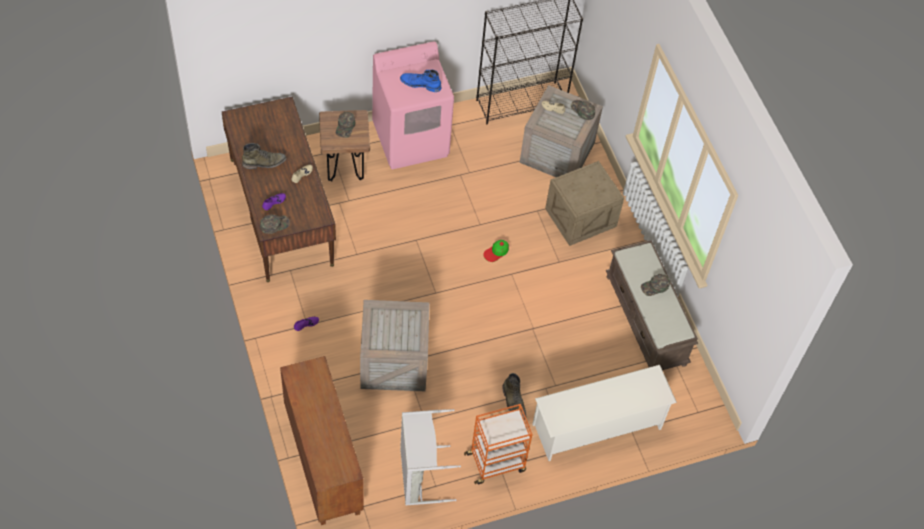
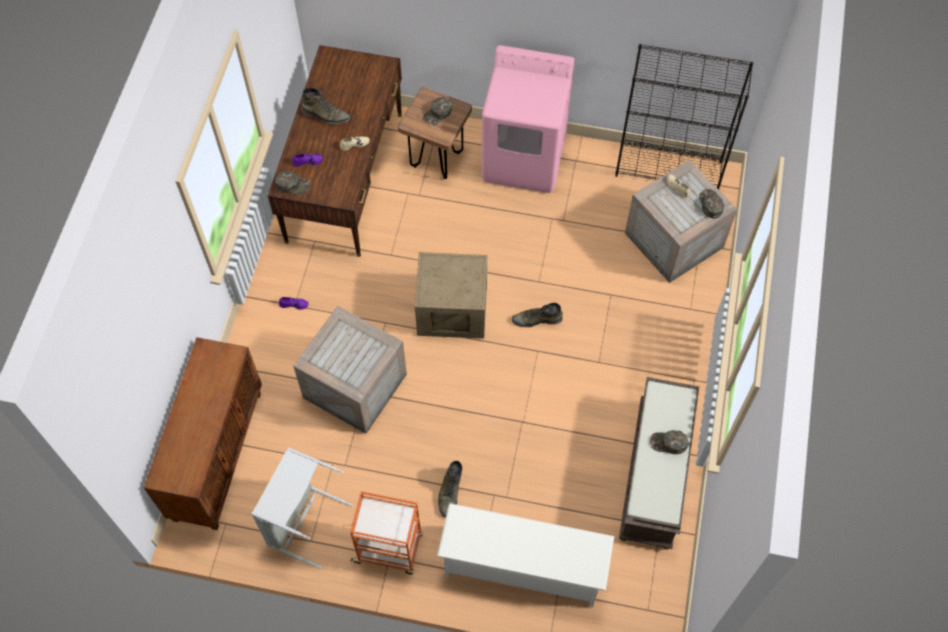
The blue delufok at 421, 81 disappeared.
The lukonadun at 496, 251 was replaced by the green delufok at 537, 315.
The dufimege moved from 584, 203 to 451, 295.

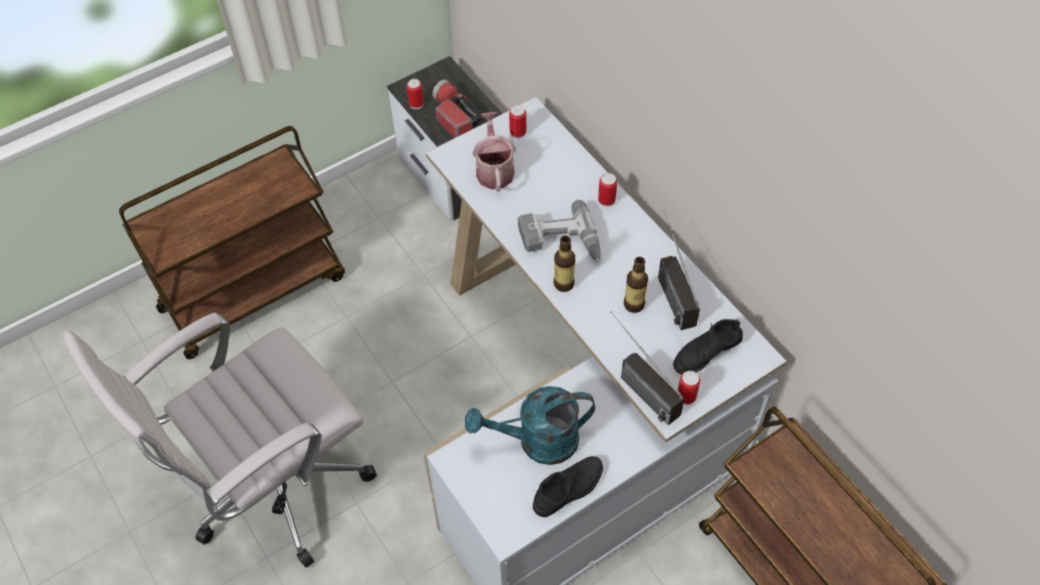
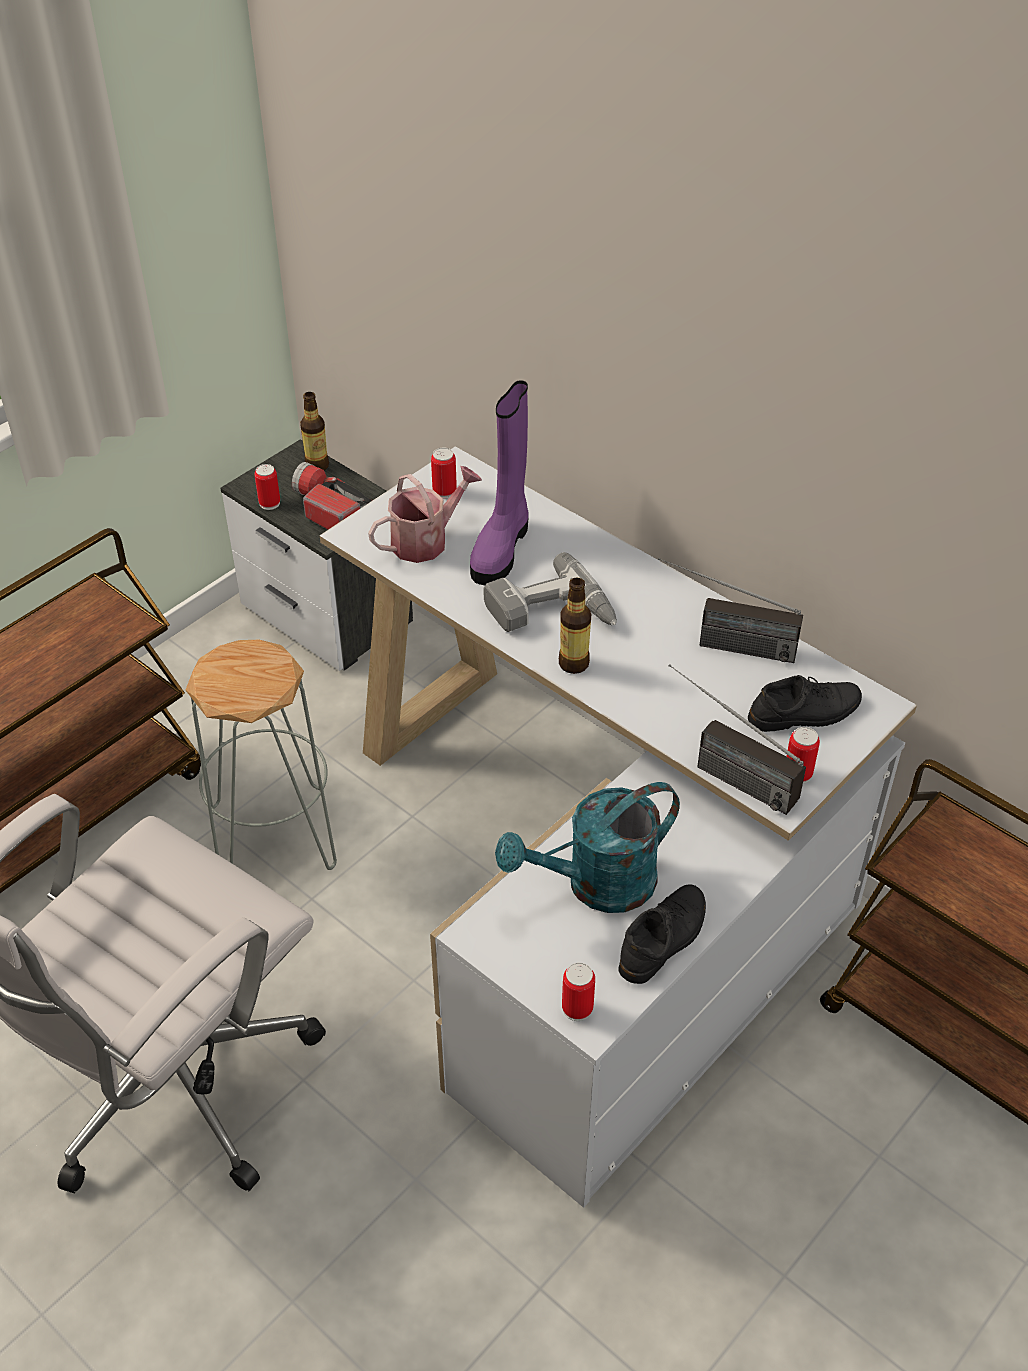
The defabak at 494, 151 turned 75 degrees clockwise.
The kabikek moved from 607, 190 to 578, 992.
The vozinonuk moved from 636, 285 to 314, 431.
The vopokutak at 679, 270 turned 45 degrees counterclockwise.
The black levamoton at 708, 346 turned 150 degrees counterclockwise.
The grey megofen at 261, 755 appeared.
The purple delufok at 499, 482 appeared.

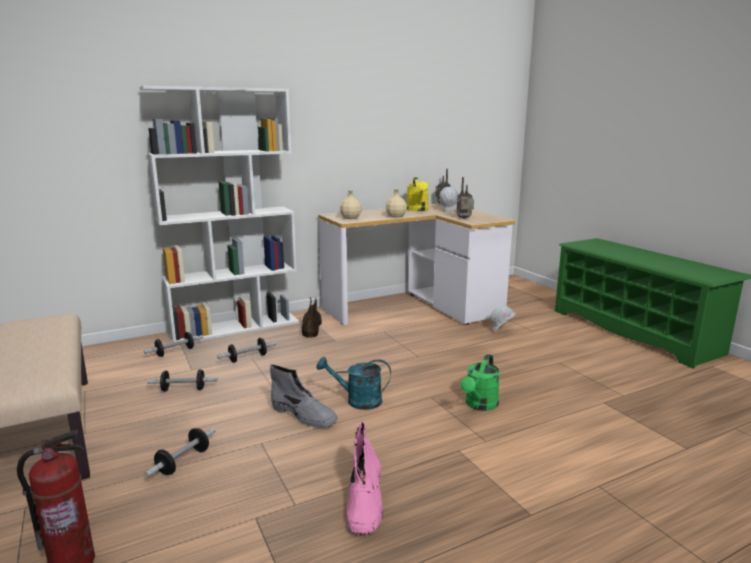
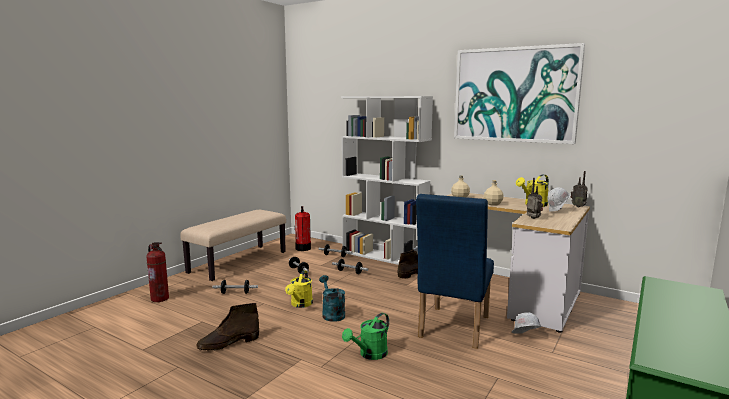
The grey delufok at 304, 396 was replaced by the yellow defabak at 299, 289.
The pink delufok at 365, 478 became the brown delufok at 227, 327.
The green defabak at 480, 382 turned 45 degrees counterclockwise.
The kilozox at 303, 228 appeared.
The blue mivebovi at 455, 271 appeared.
The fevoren at 519, 93 appeared.

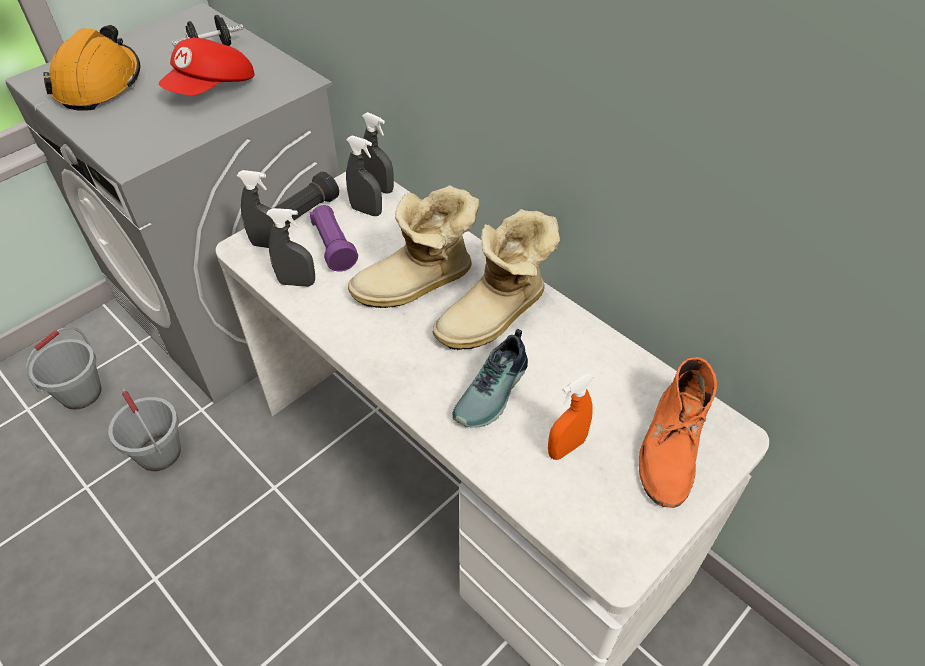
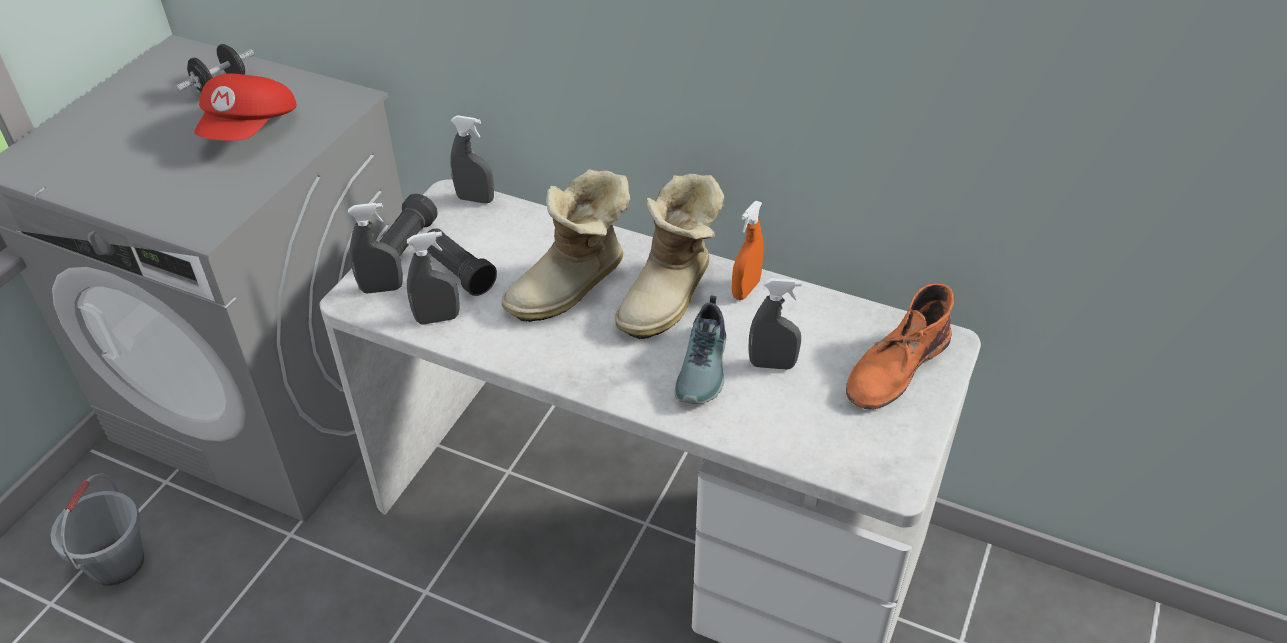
The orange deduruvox at 91, 68 disappeared.
The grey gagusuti at 144, 429 disappeared.
The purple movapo at 333, 238 became the black movapo at 462, 262.
The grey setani moved from 364, 175 to 774, 324.
The orange setani moved from 571, 416 to 748, 250.
The orange delufok at 678, 432 turned 45 degrees clockwise.

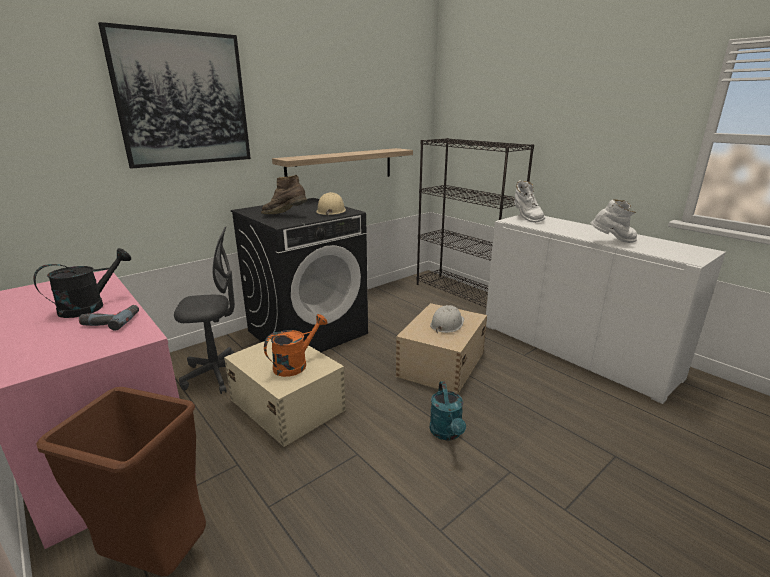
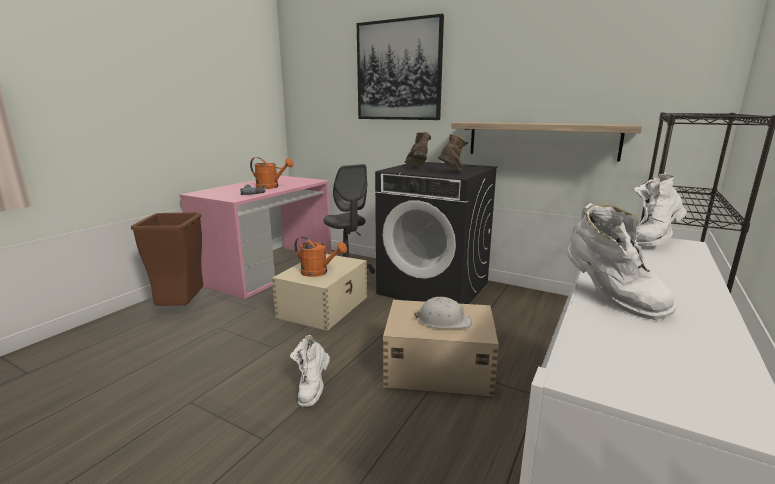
The black defabak at 82, 283 became the orange defabak at 271, 173.
The beige deduruvox at 331, 204 was replaced by the brown delufok at 453, 153.
The turquoise defabak at 447, 410 was replaced by the white delufok at 310, 371.

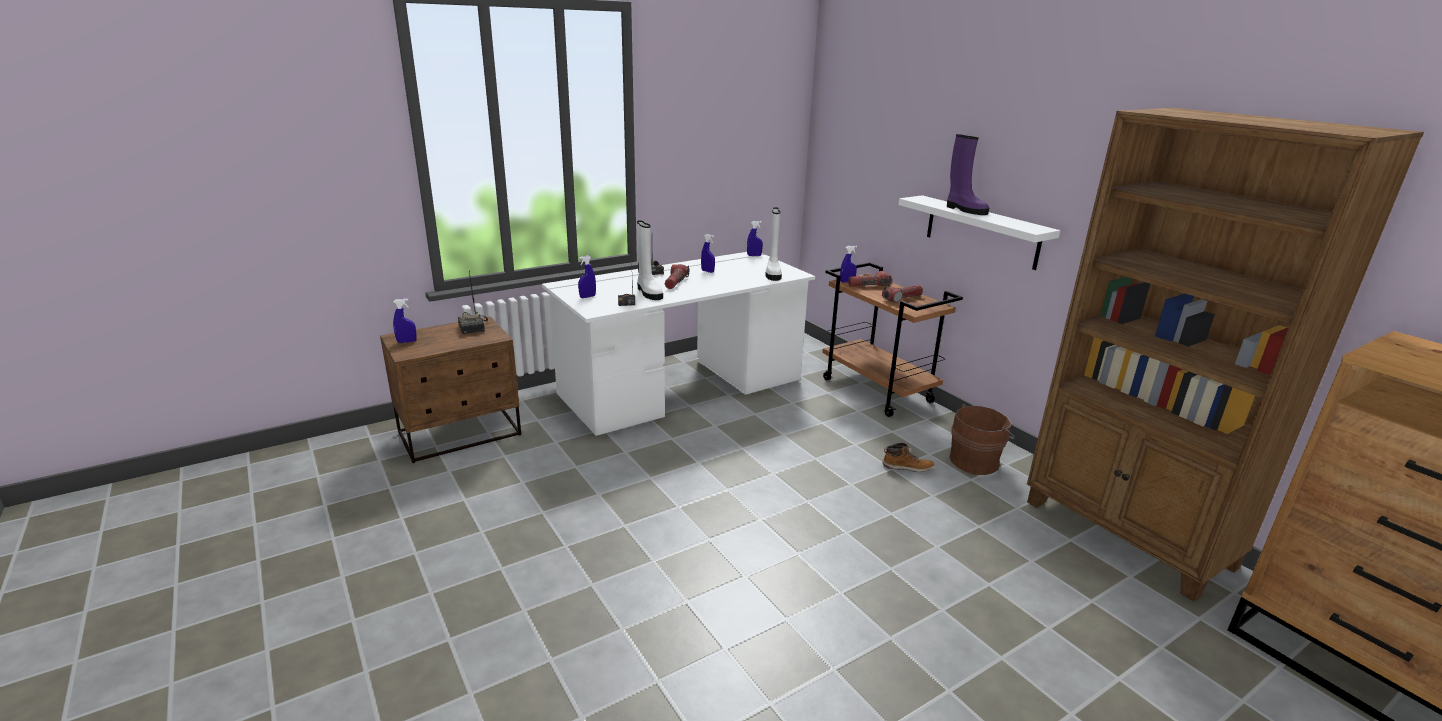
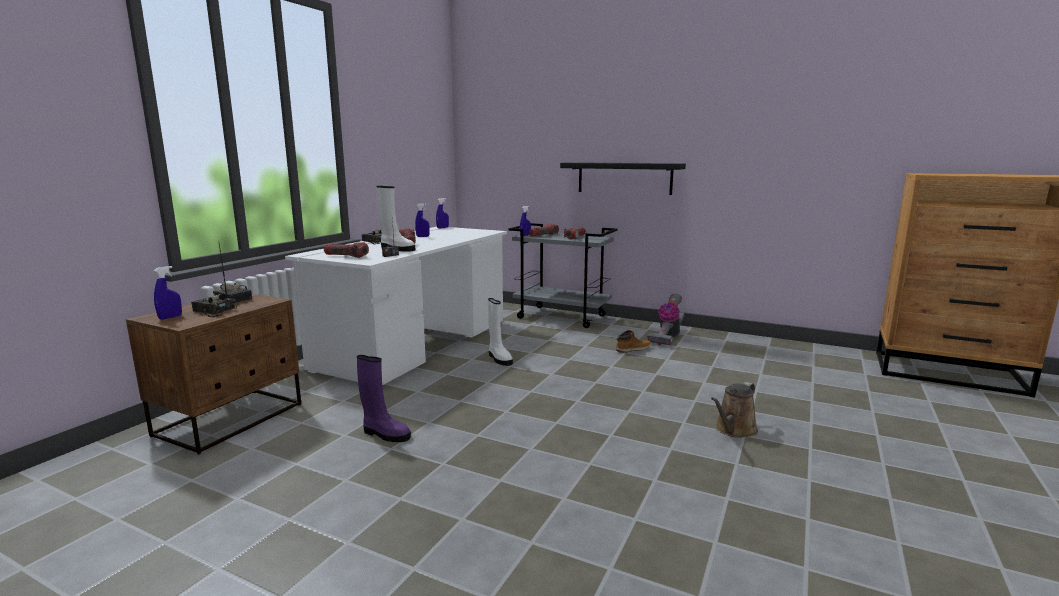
The blue setani at 587, 277 was replaced by the movapo at 346, 250.
The white delufok moved from 773, 244 to 500, 332.
The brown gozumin at 892, 339 became the grey gozumin at 563, 275.
The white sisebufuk at 979, 232 became the black sisebufuk at 623, 178.
The purple delufok moved from 968, 174 to 384, 398.
The brown gagusuti at 982, 439 was replaced by the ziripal at 666, 319.
The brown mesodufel at 1225, 354 disappeared.
The vopokutak at 214, 286 appeared.
The brown defabak at 734, 410 appeared.

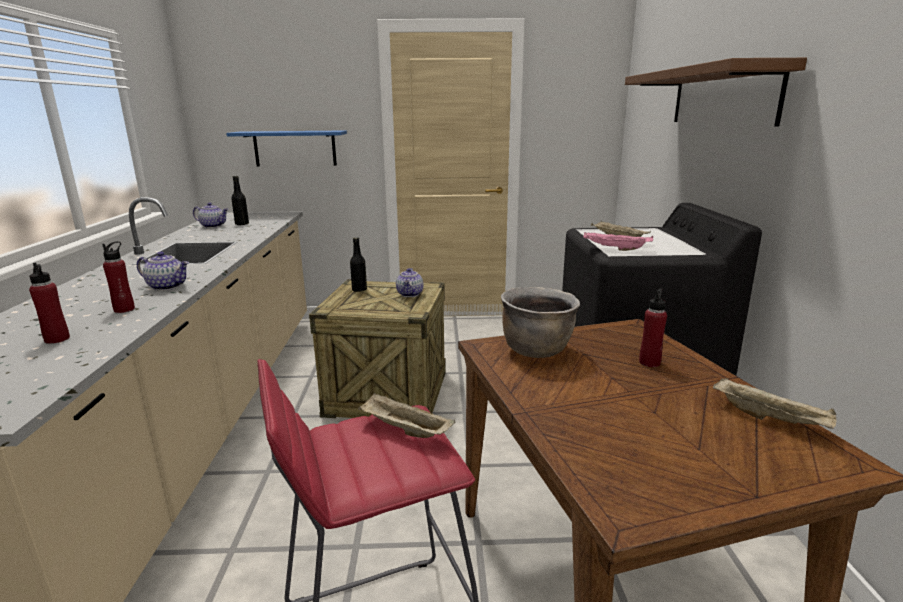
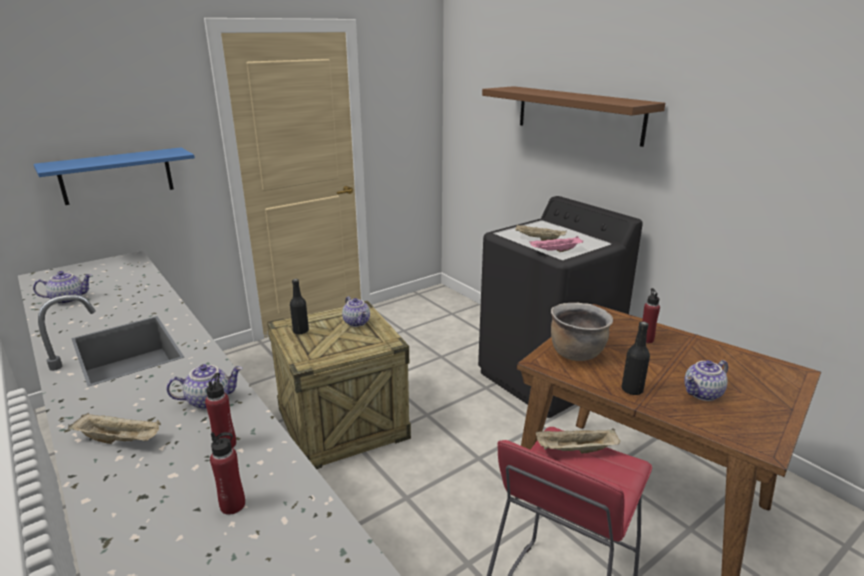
The black vozinonuk moved from 240, 200 to 636, 358.
The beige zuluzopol moved from 775, 403 to 114, 428.
The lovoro at 706, 380 appeared.

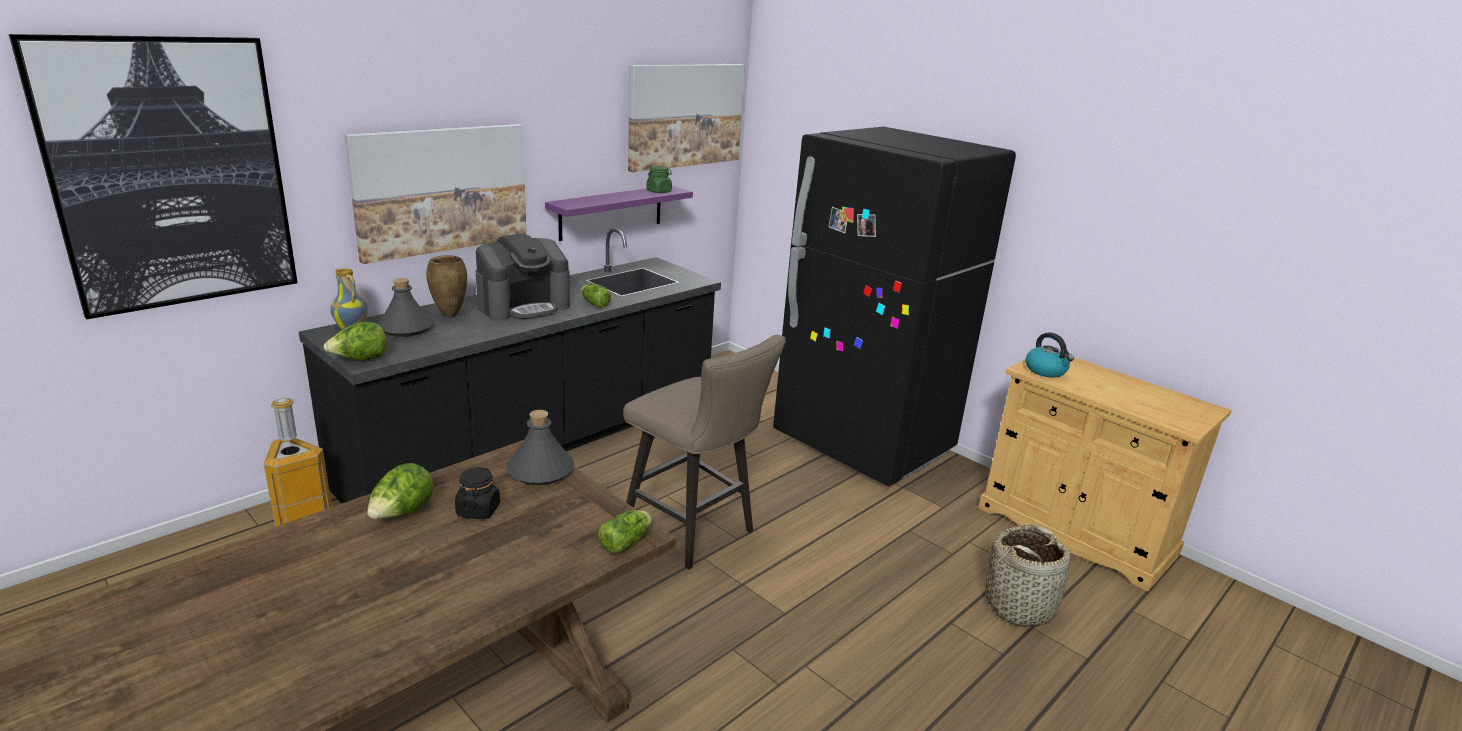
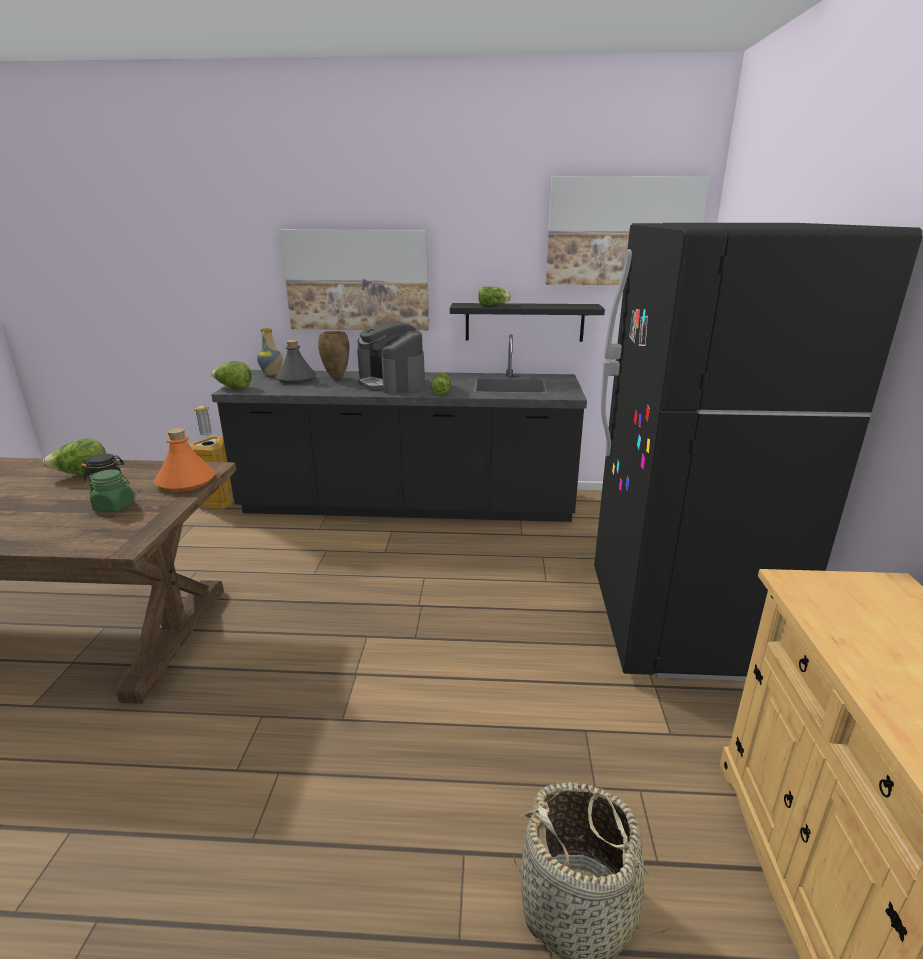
The fevoren at 153, 176 disappeared.
The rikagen at 523, 277 turned 45 degrees clockwise.
The grey vozinonuk at 540, 447 became the orange vozinonuk at 184, 460.
The purple sisebufuk at 619, 213 became the black sisebufuk at 527, 322.
The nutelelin moved from 625, 531 to 494, 296.
The beige megofen at 704, 452 disappeared.
The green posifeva moved from 659, 179 to 111, 490.
The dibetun at 1050, 354 disappeared.

